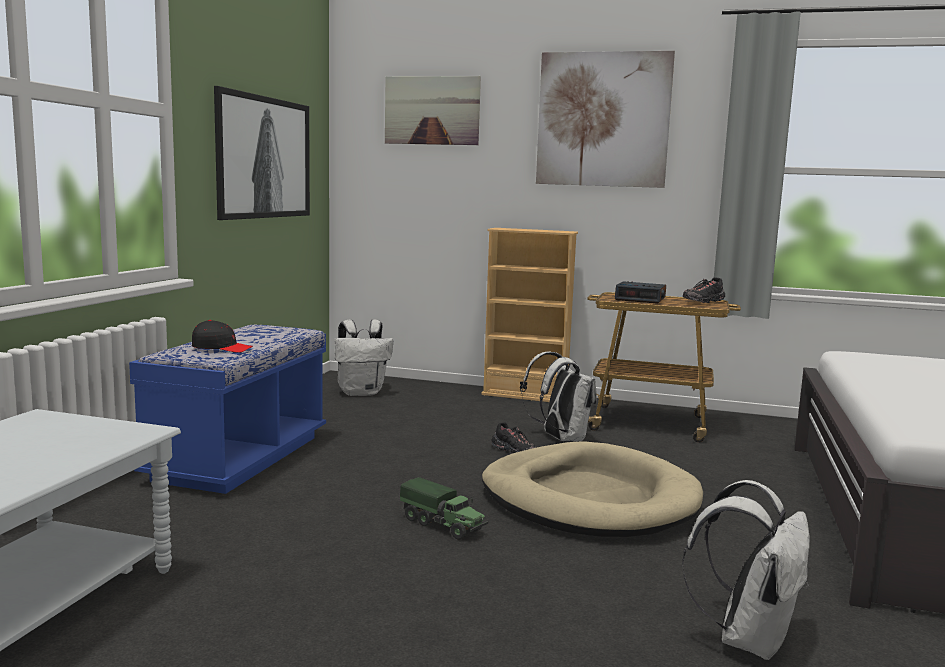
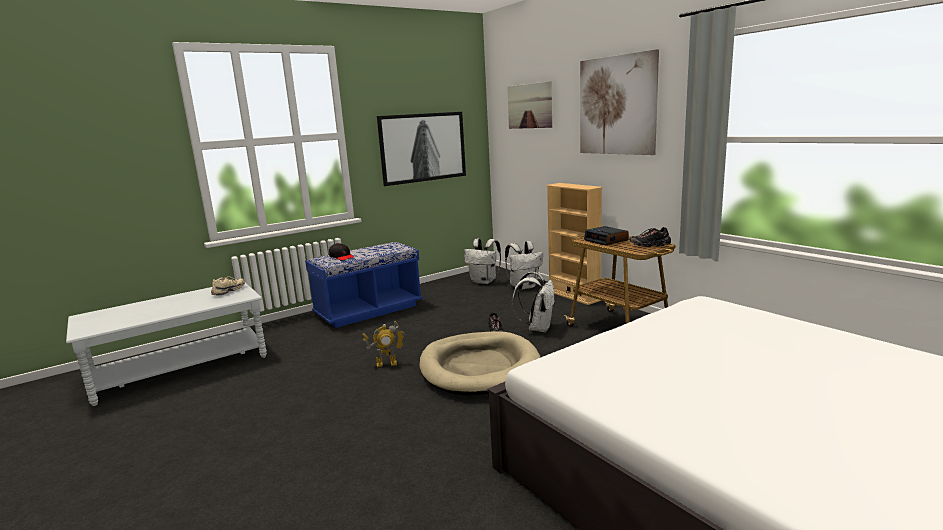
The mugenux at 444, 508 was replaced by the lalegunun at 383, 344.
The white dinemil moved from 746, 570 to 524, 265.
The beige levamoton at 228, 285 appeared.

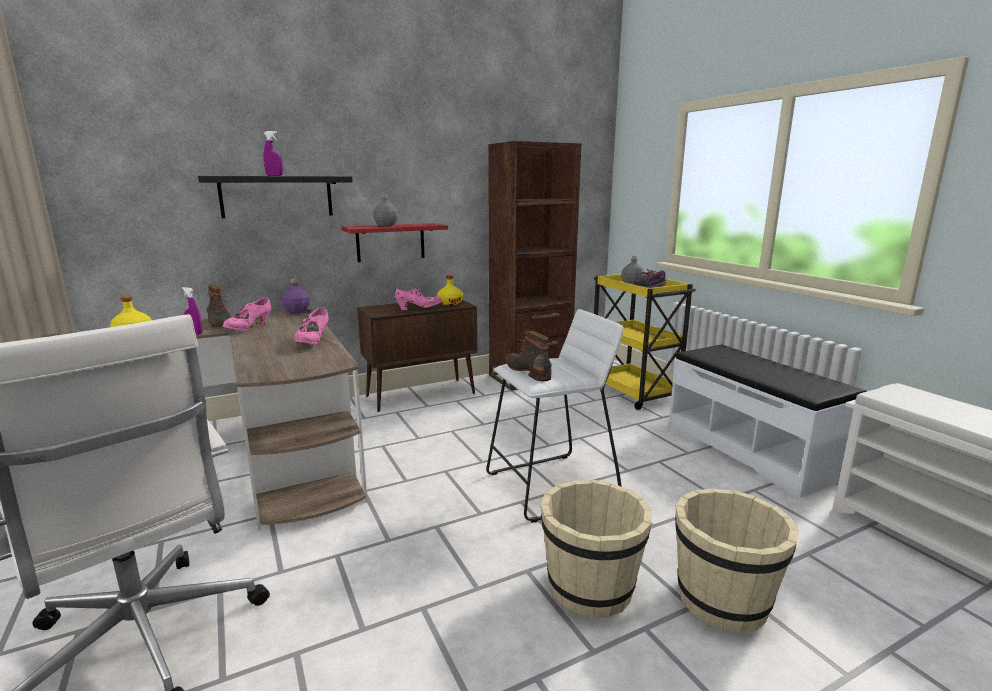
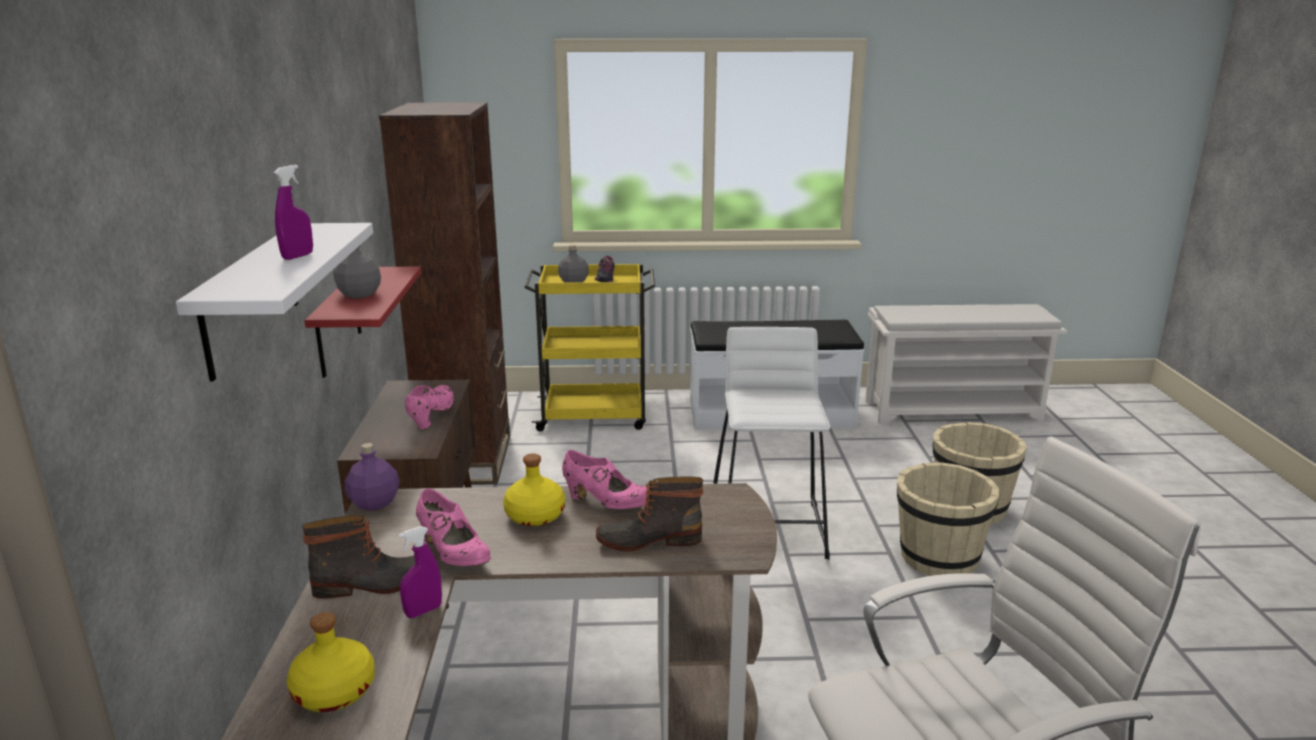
The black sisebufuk at 275, 197 became the white sisebufuk at 274, 302.
The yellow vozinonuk moved from 450, 290 to 534, 489.
The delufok moved from 529, 356 to 650, 514.

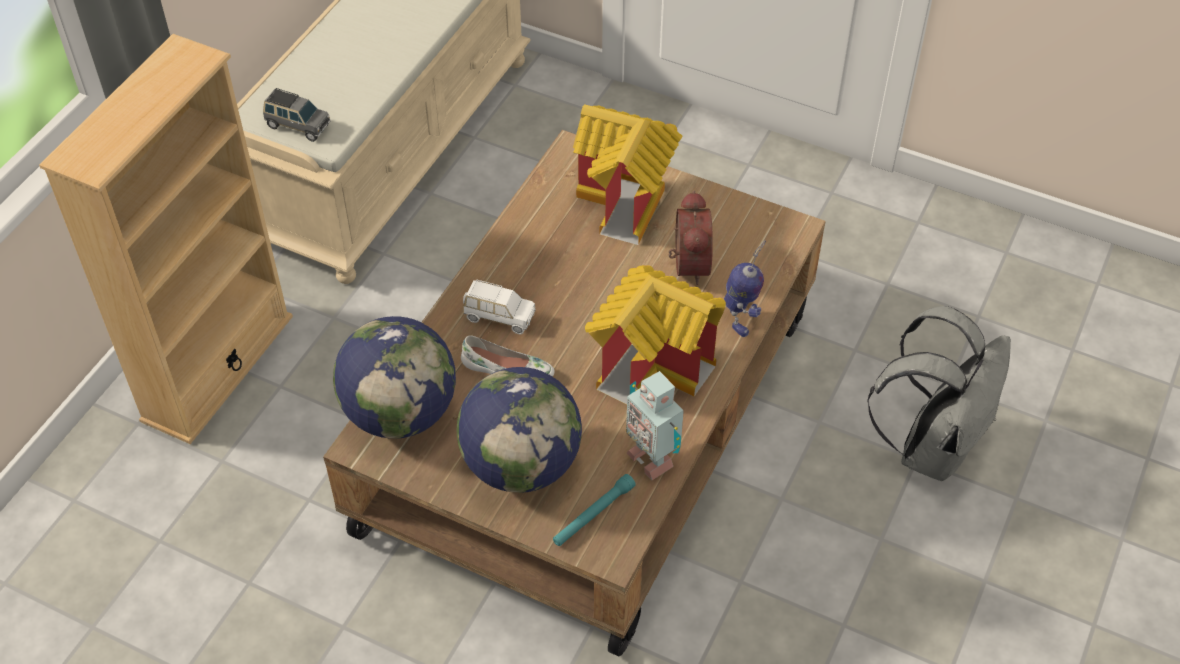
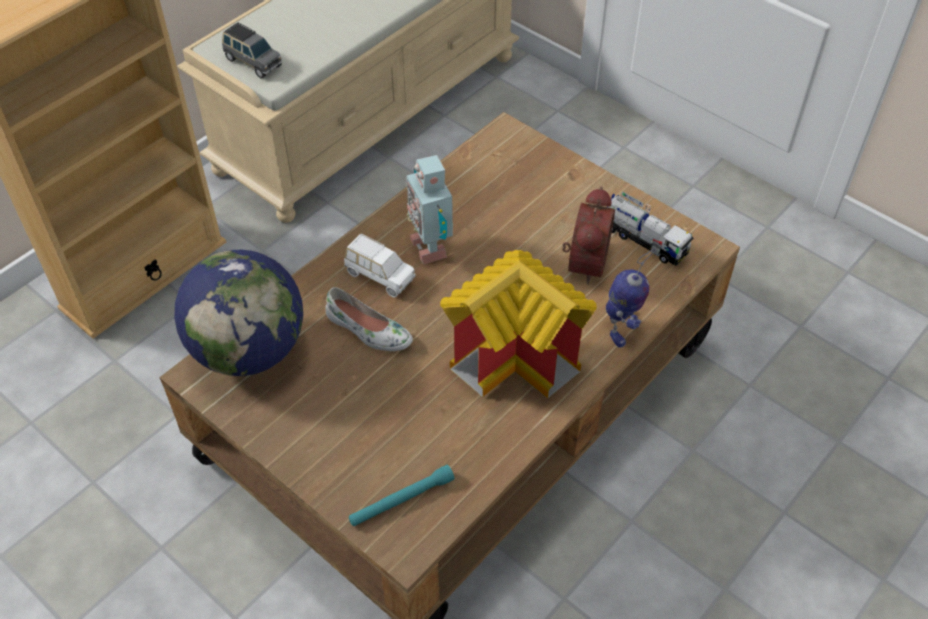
The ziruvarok at 519, 430 disappeared.
The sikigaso at 627, 174 disappeared.
The lalegunun moved from 655, 425 to 429, 210.
The grey dinemil at 939, 393 disappeared.
The mugenux at 651, 228 appeared.

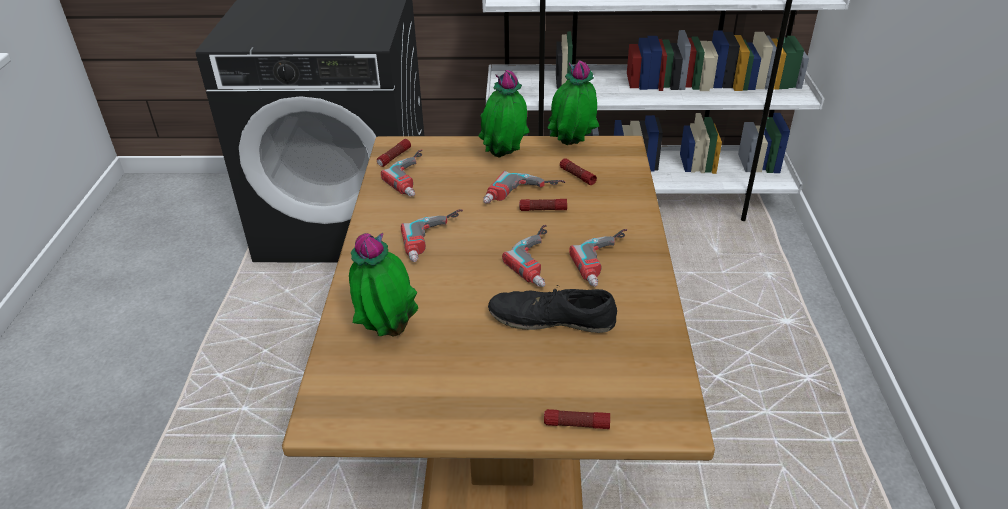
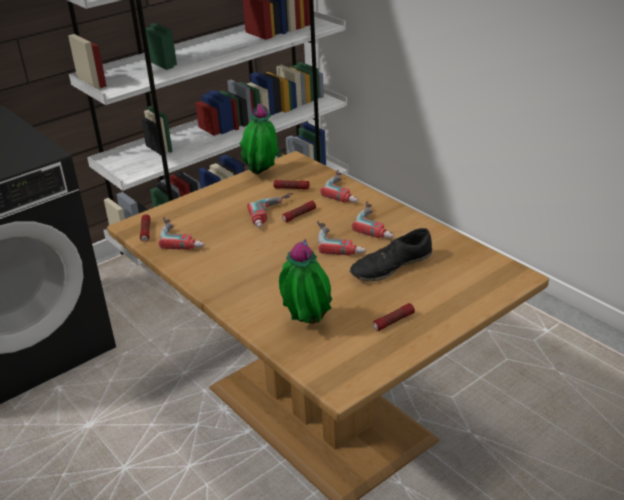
The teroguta moved from 432, 235 to 339, 186.
The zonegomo at 504, 113 disappeared.
The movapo moved from 577, 419 to 394, 317.

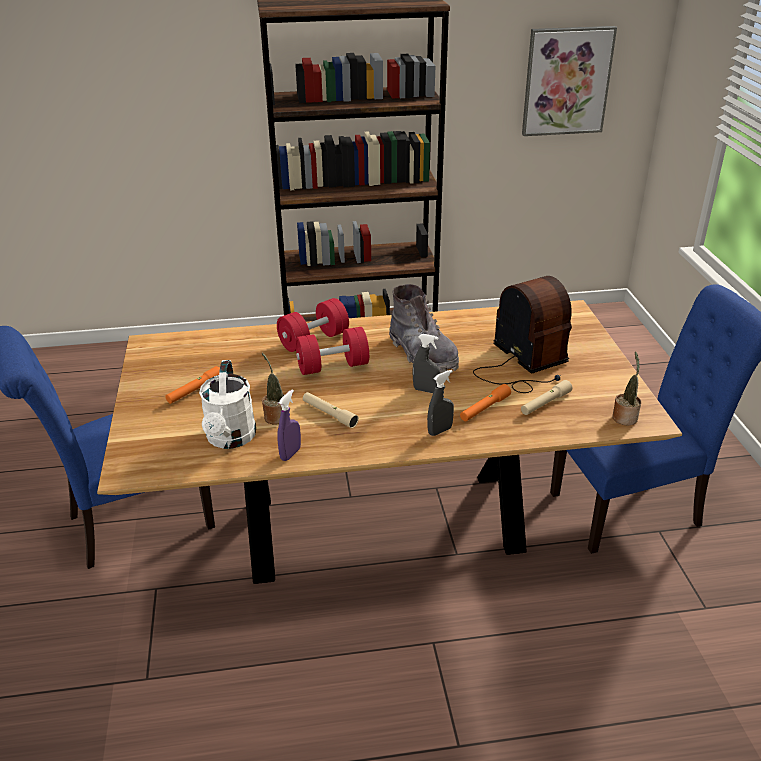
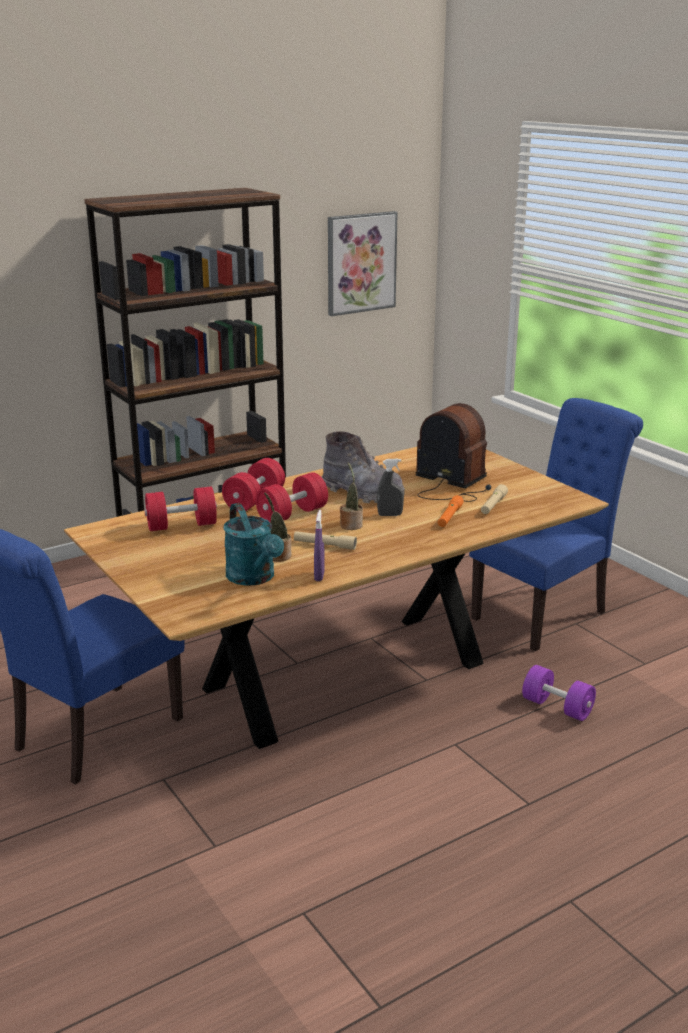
The orange movapo at 192, 385 disappeared.
The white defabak at 227, 404 became the turquoise defabak at 254, 544.
The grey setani at 440, 403 disappeared.
The zonegomo moved from 626, 388 to 351, 496.
The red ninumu at 180, 509 appeared.
The purple ninumu at 559, 693 appeared.

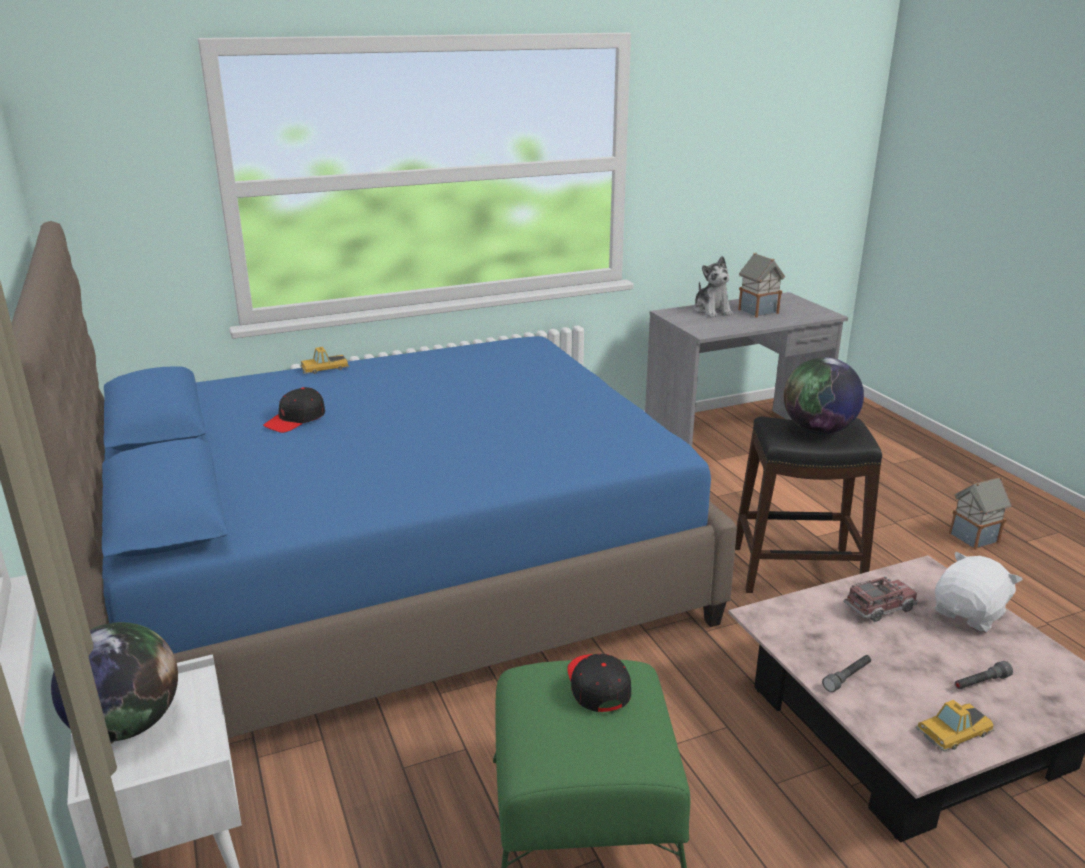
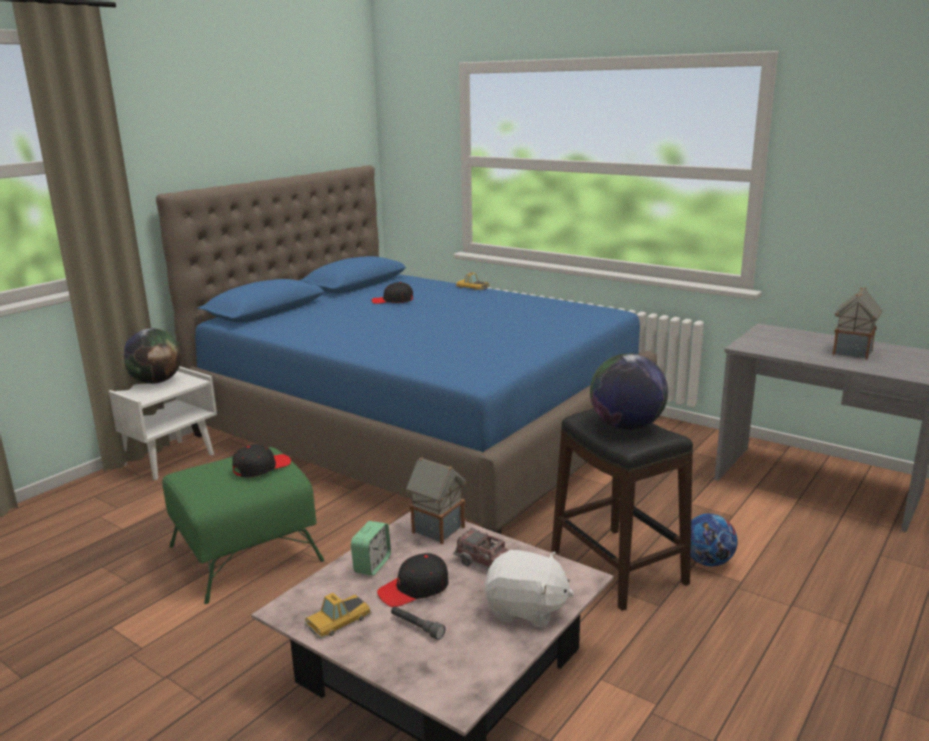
The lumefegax at 713, 287 disappeared.
The grey movapo at 846, 673 was replaced by the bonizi at 371, 548.
The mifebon at 955, 726 turned 75 degrees counterclockwise.
The sikigaso moved from 980, 513 to 436, 500.
The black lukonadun at 413, 580 appeared.
The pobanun at 714, 539 appeared.

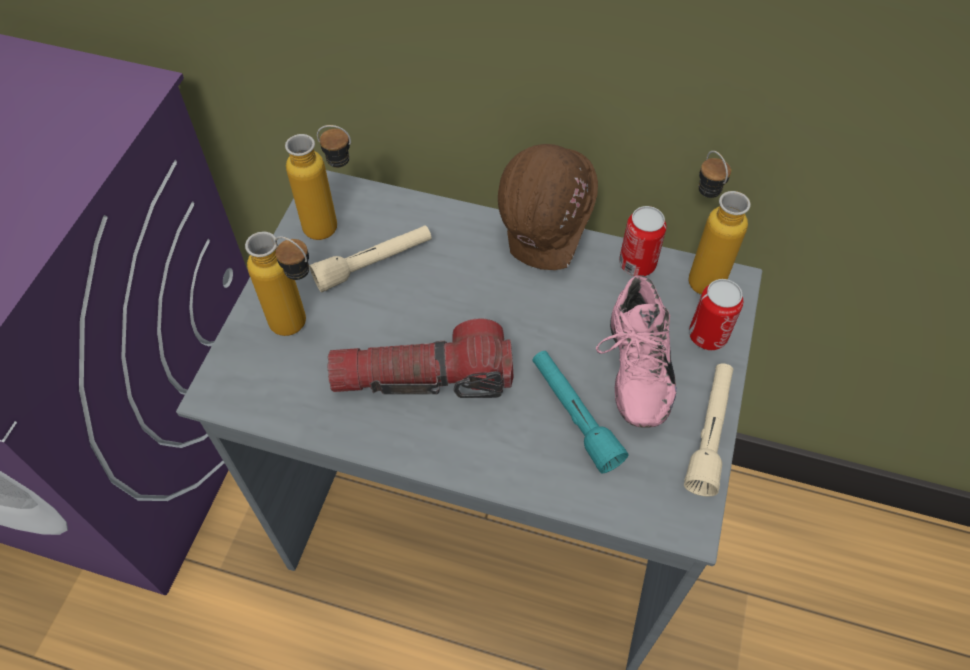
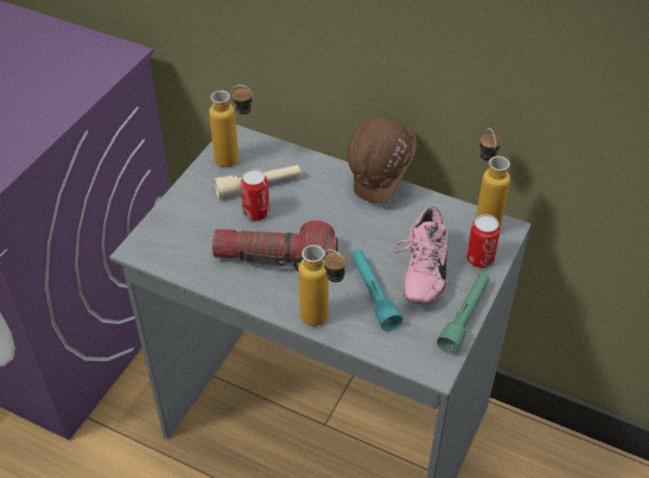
The vozinonuk moved from 277, 283 to 323, 285.
The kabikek moved from 642, 241 to 255, 195.
The beige movapo at 708, 430 became the green movapo at 463, 313.

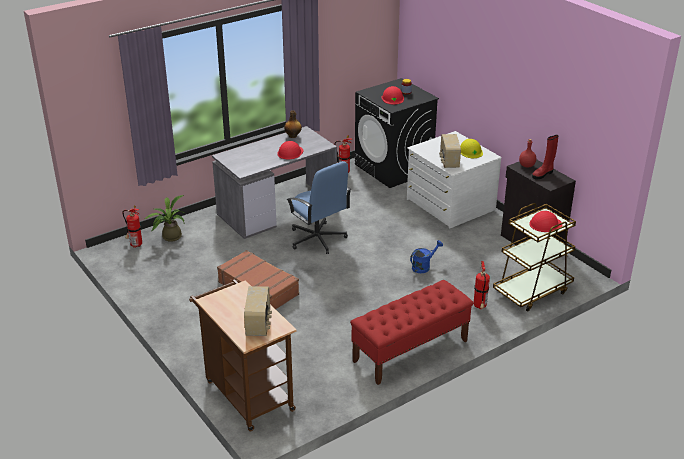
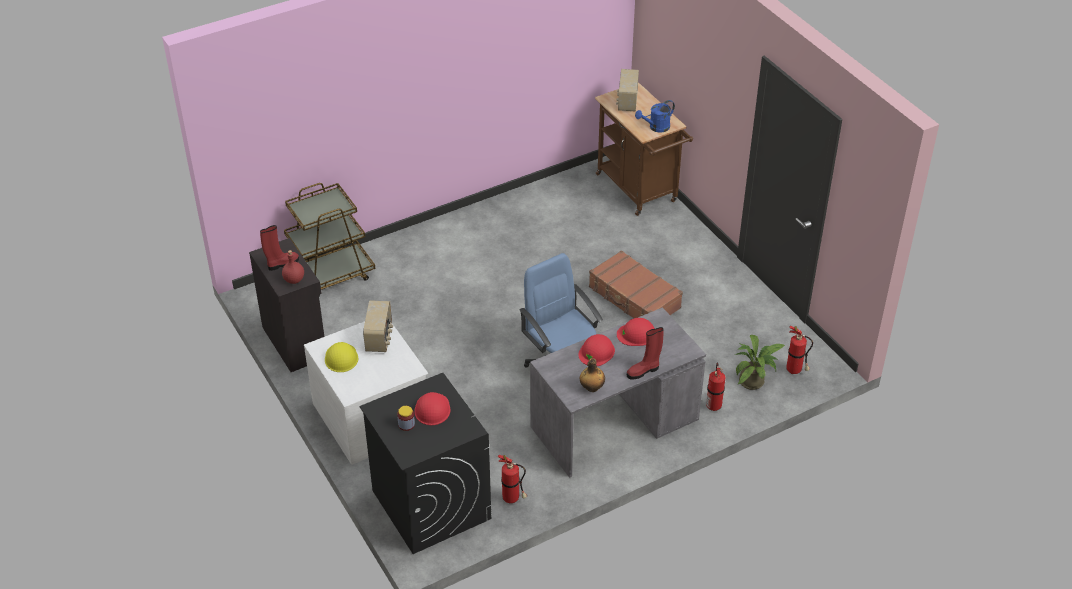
The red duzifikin at 411, 332 disappeared.
The blue defabak moved from 426, 256 to 655, 116.
The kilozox moved from 481, 285 to 716, 386.
The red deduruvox moved from 545, 221 to 635, 332.
The red delufok at 645, 353 appeared.

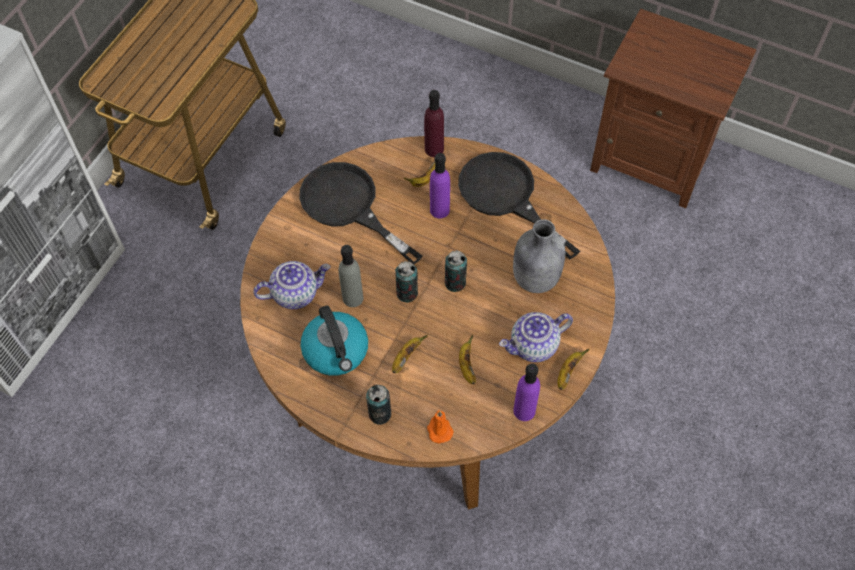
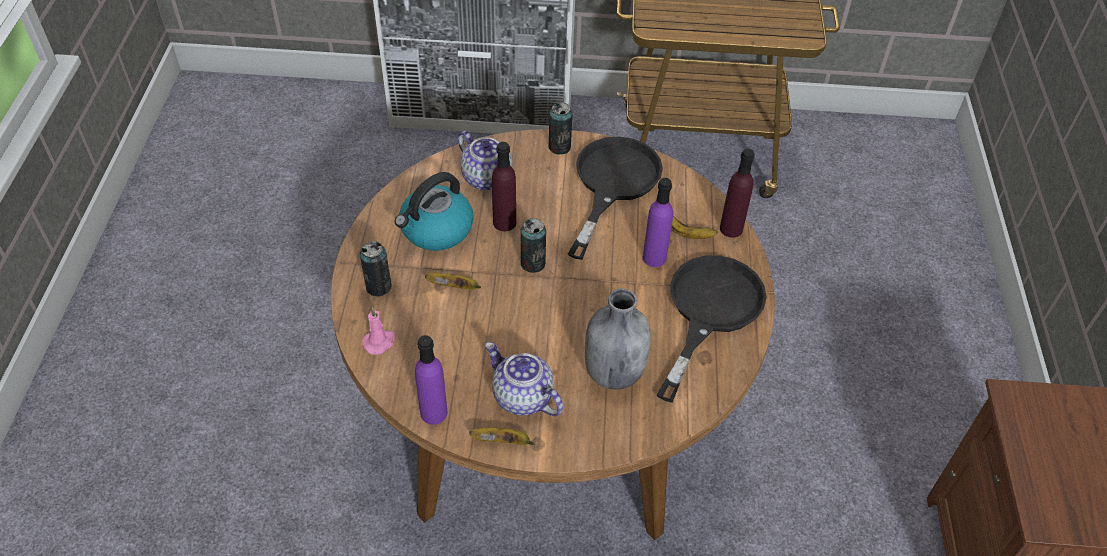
The grey vozinonuk at 350, 276 became the purple vozinonuk at 504, 186.
The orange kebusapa at 440, 426 became the pink kebusapa at 379, 331.
The kabikek moved from 456, 271 to 560, 128.
The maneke at 467, 359 disappeared.

